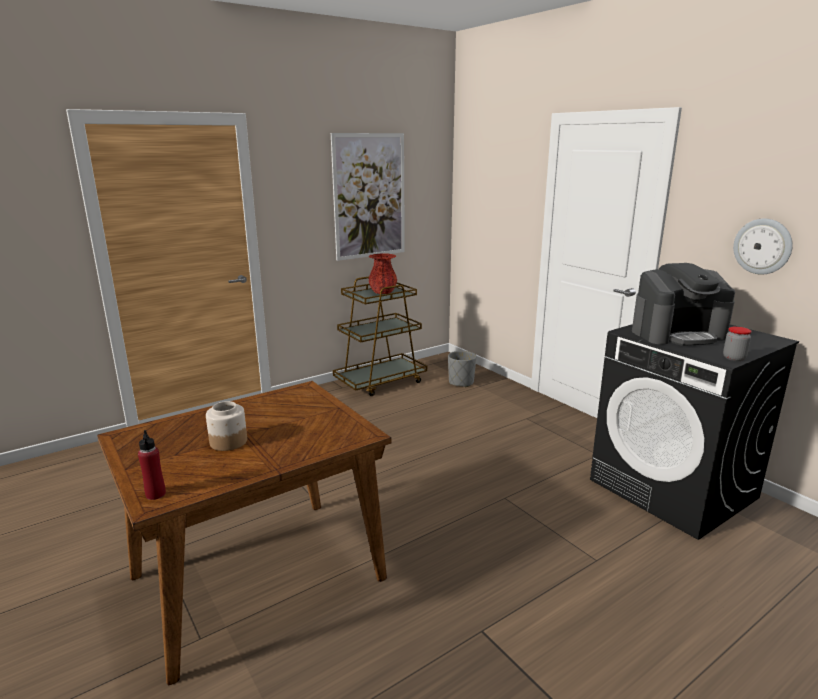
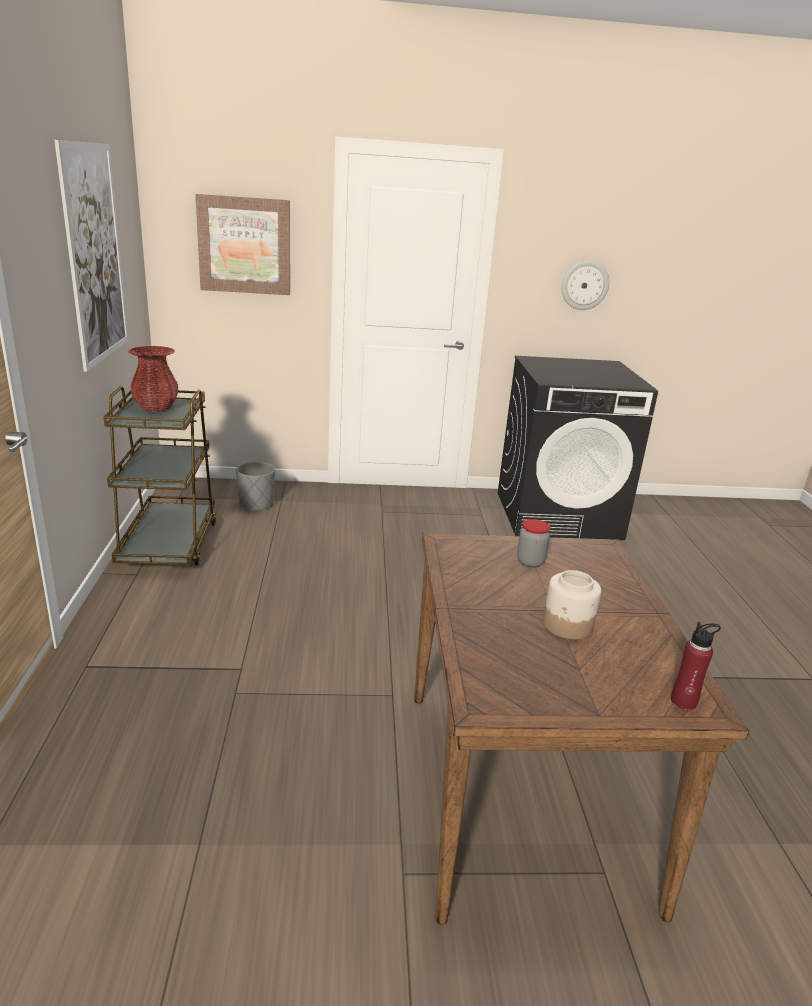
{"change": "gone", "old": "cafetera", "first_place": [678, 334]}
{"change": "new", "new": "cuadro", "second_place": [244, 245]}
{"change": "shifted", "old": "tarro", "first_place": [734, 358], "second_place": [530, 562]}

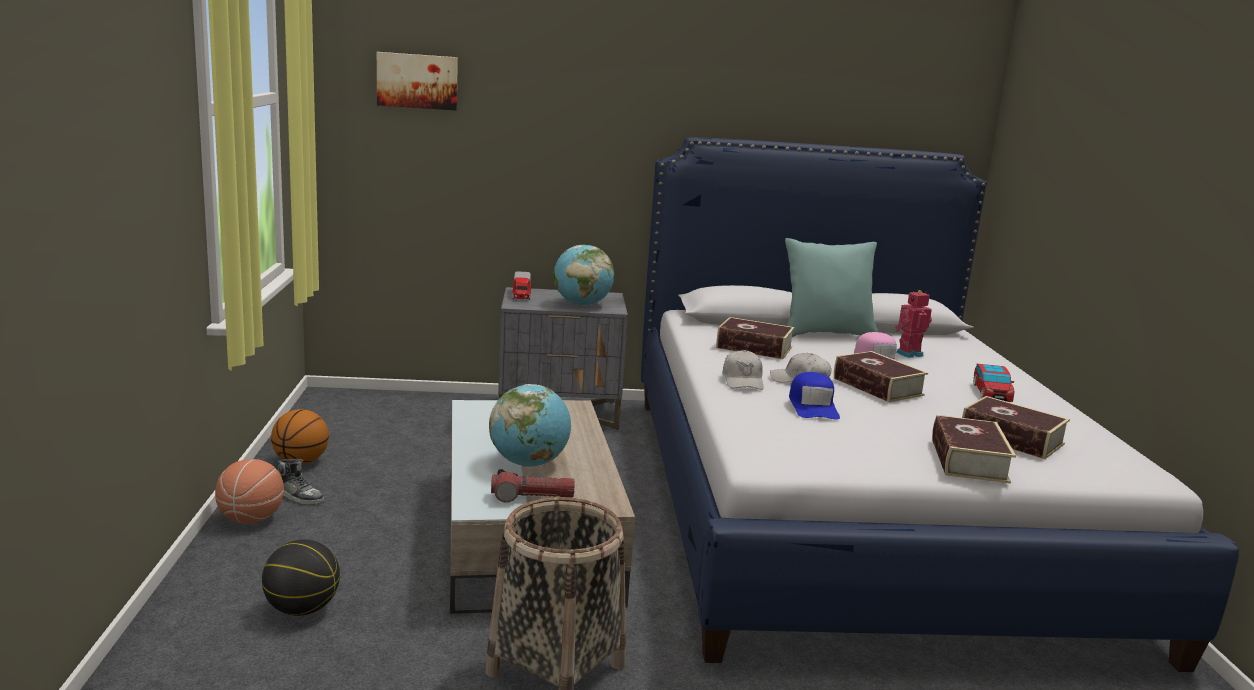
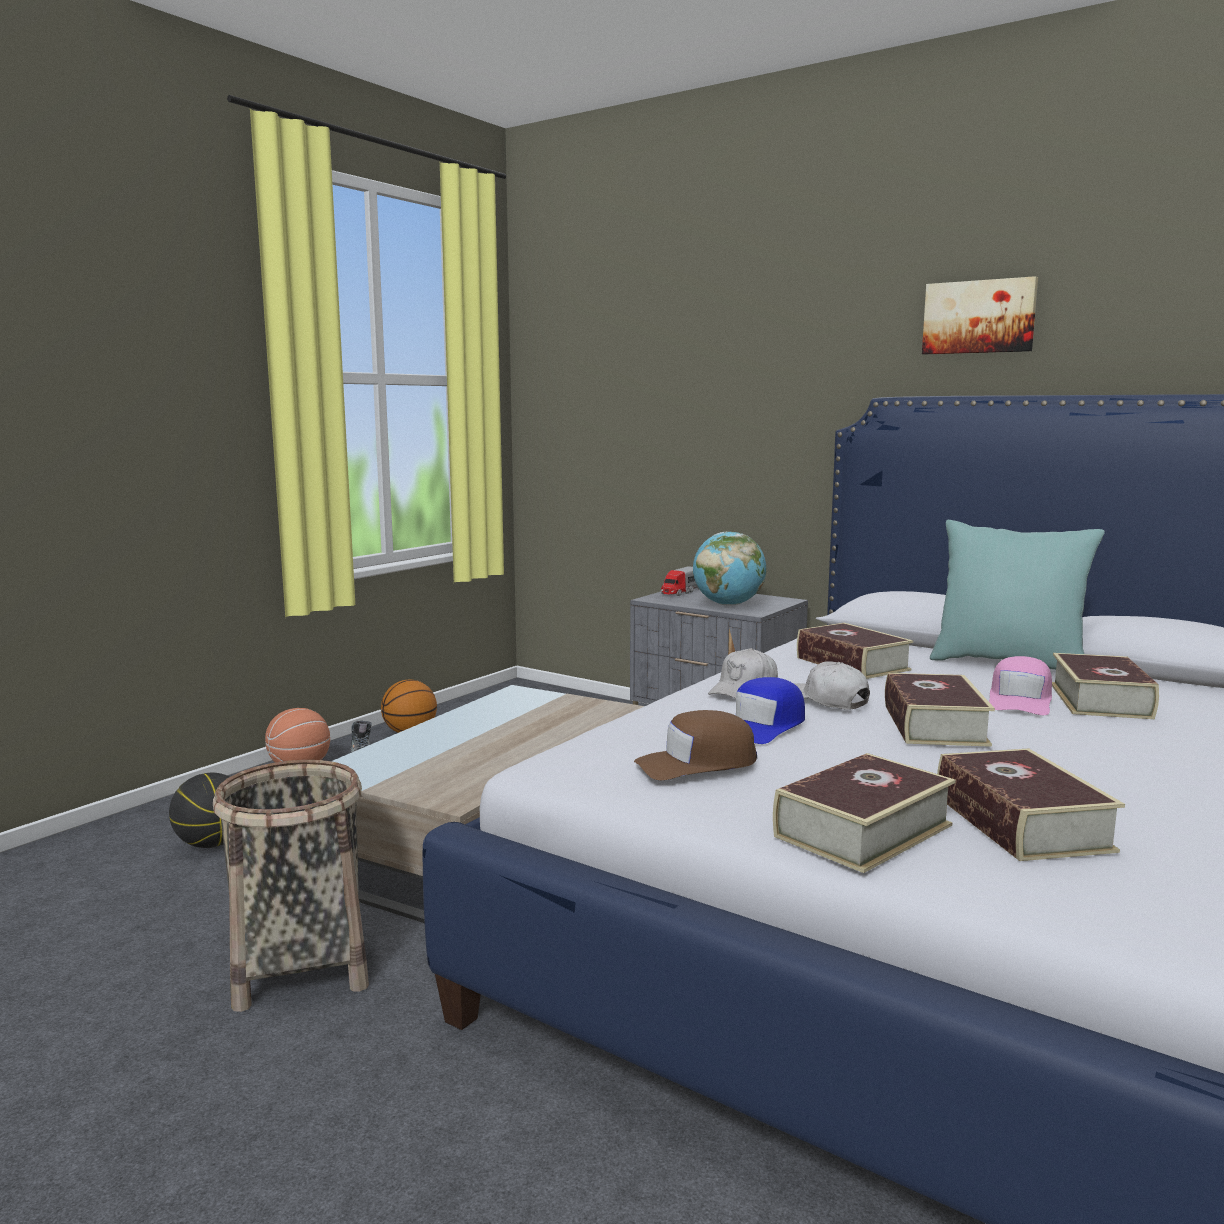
{"change": "gone", "old": "globo terráqueo", "first_place": [529, 463]}
{"change": "gone", "old": "linterna", "first_place": [532, 497]}
{"change": "gone", "old": "coche de juguete", "first_place": [991, 393]}
{"change": "new", "new": "gorra/marrón", "second_place": [696, 763]}
{"change": "shifted", "old": "cuadro", "first_place": [417, 81], "second_place": [979, 317]}
{"change": "swapped", "old": "robot de juguete", "new": "libro", "first_place": [908, 353], "second_place": [1100, 700]}

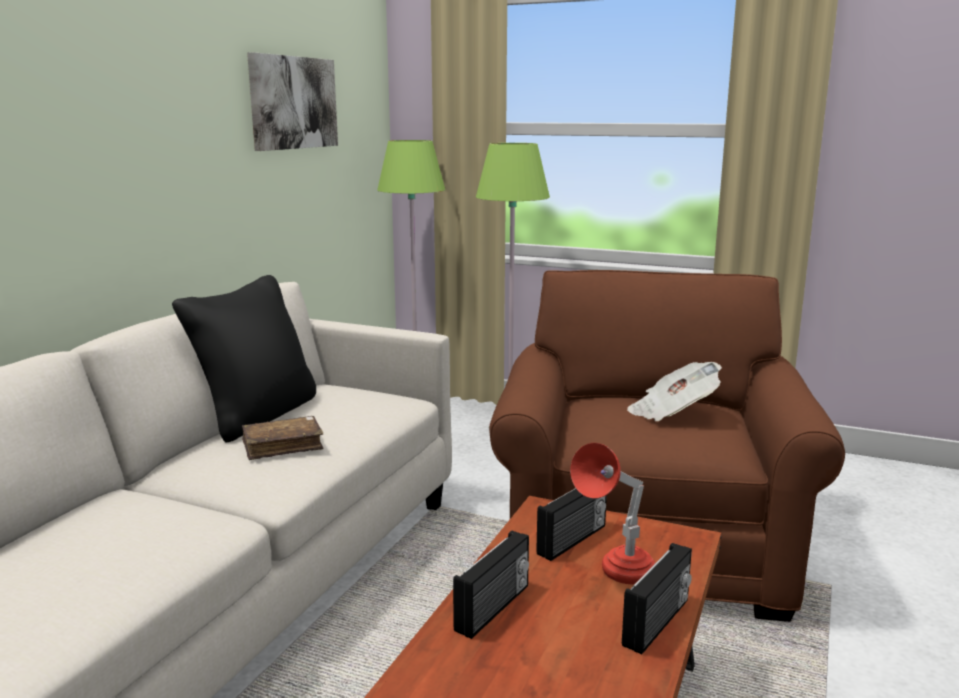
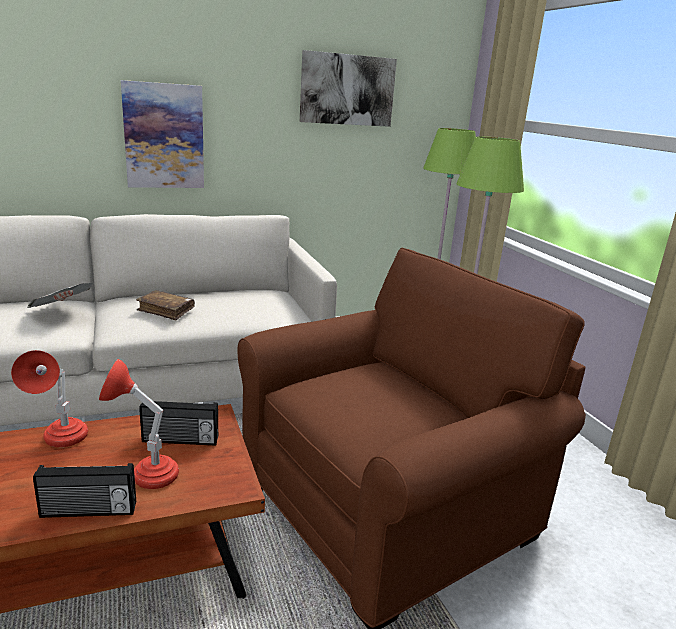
{"change": "gone", "old": "cojín/negro", "first_place": [256, 416]}
{"change": "new", "new": "cuadro", "second_place": [164, 136]}
{"change": "shifted", "old": "periódico", "first_place": [672, 413], "second_place": [61, 311]}
{"change": "swapped", "old": "radio", "new": "lámpara de mesa/rojo", "first_place": [494, 608], "second_place": [61, 443]}

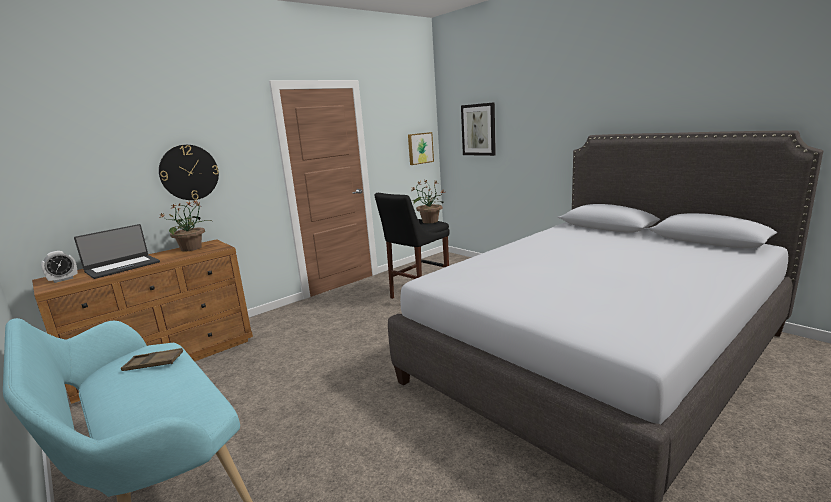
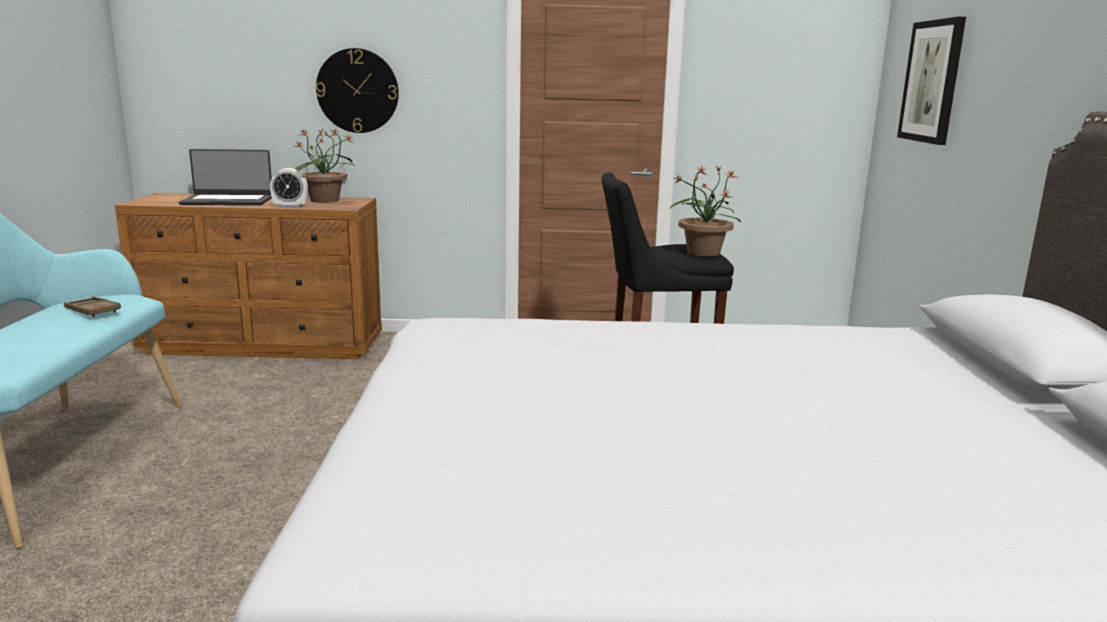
{"change": "gone", "old": "cuadro", "first_place": [420, 148]}
{"change": "shifted", "old": "despertador", "first_place": [63, 279], "second_place": [290, 207]}

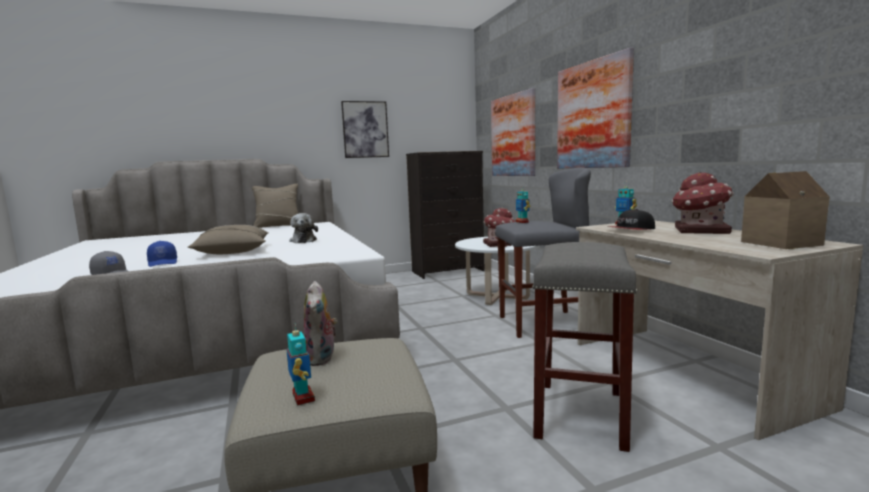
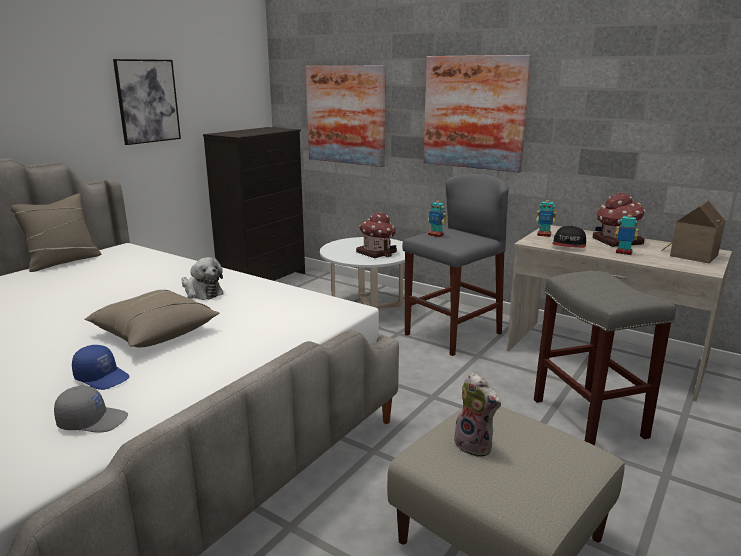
{"change": "shifted", "old": "robot de juguete", "first_place": [302, 398], "second_place": [623, 253]}

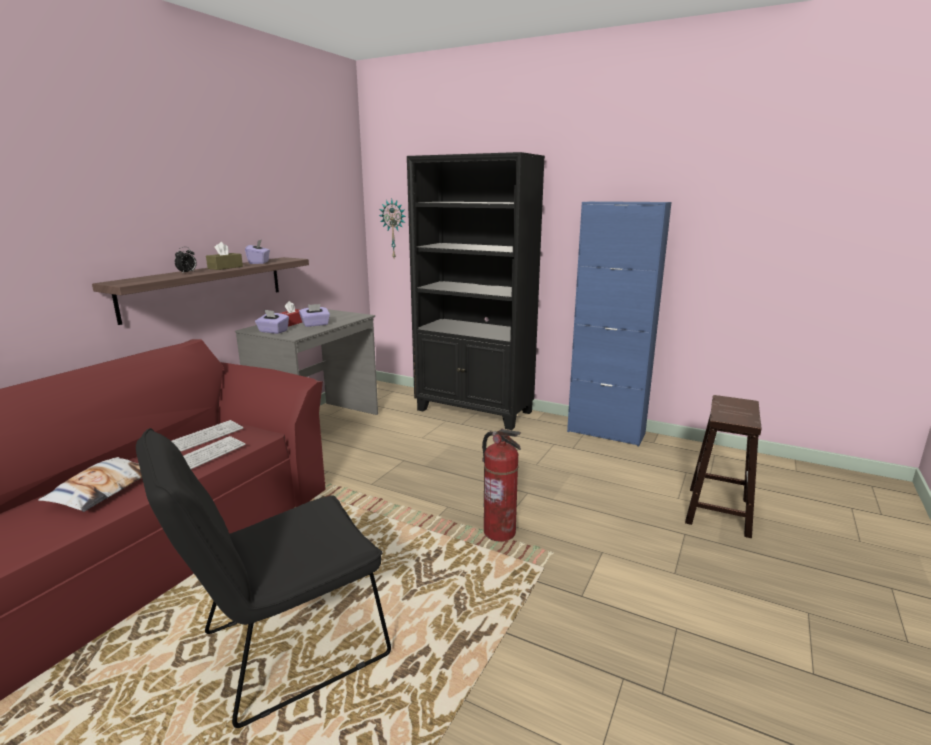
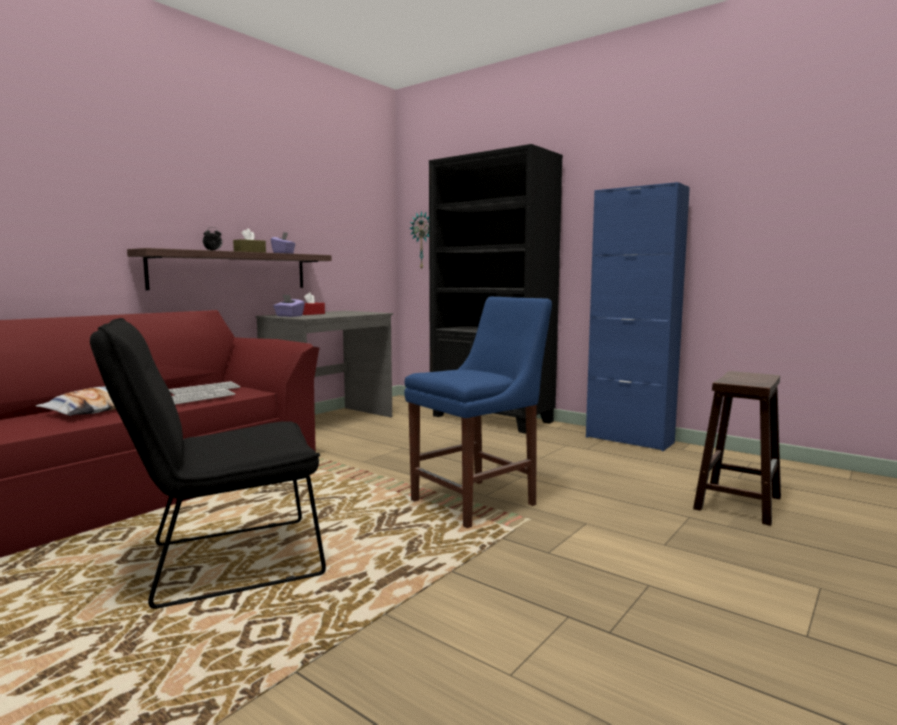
{"change": "gone", "old": "caja de pañuelos/morado", "first_place": [315, 324]}
{"change": "swapped", "old": "extintor", "new": "silla/azul", "first_place": [499, 532], "second_place": [478, 501]}

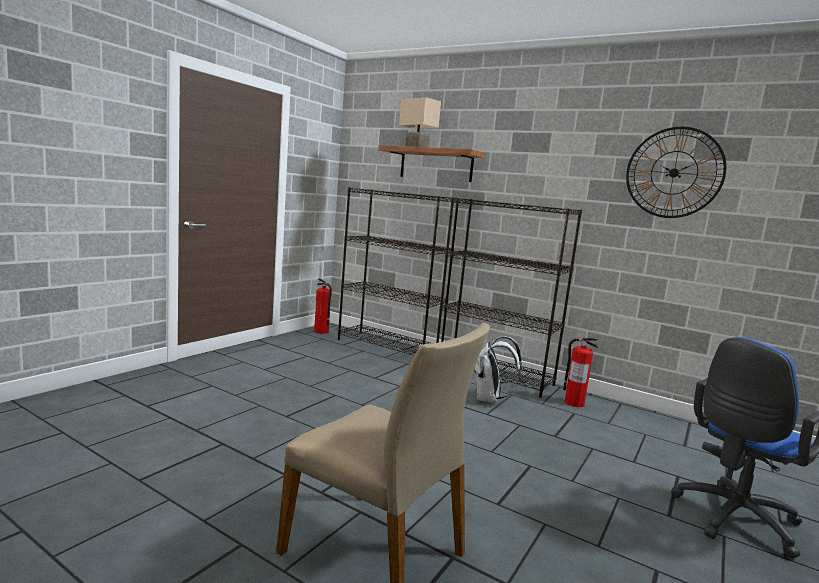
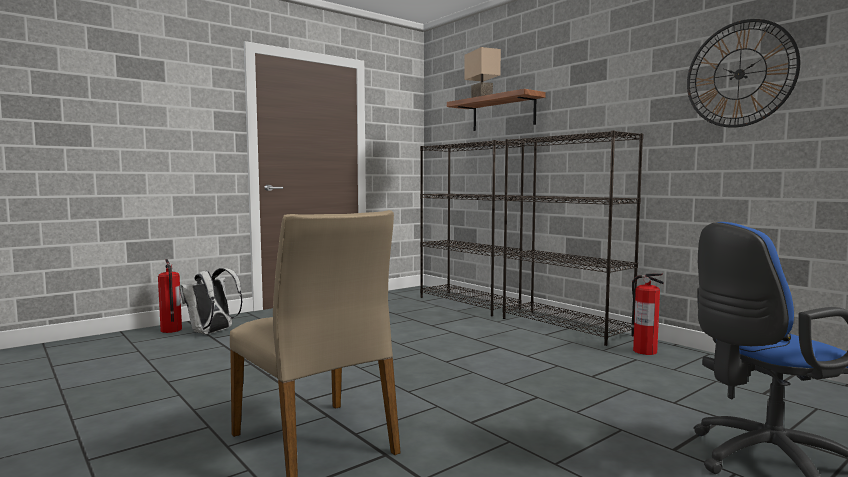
{"change": "shifted", "old": "extintor", "first_place": [321, 331], "second_place": [171, 330]}
{"change": "shifted", "old": "mochila/blanco", "first_place": [489, 399], "second_place": [212, 332]}

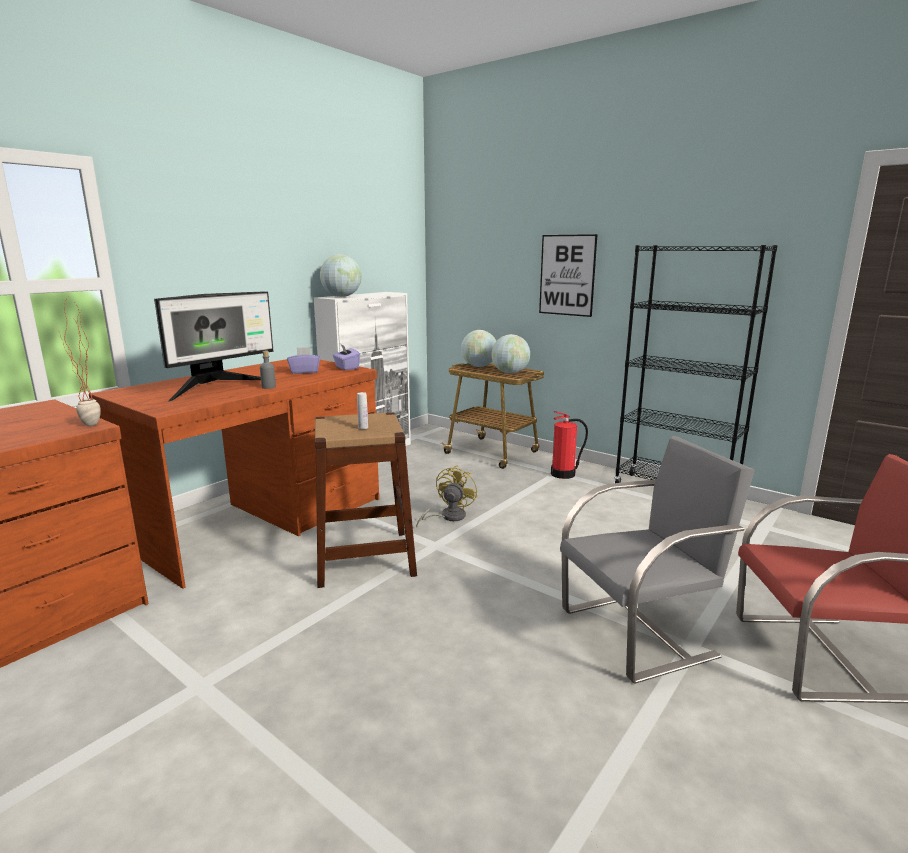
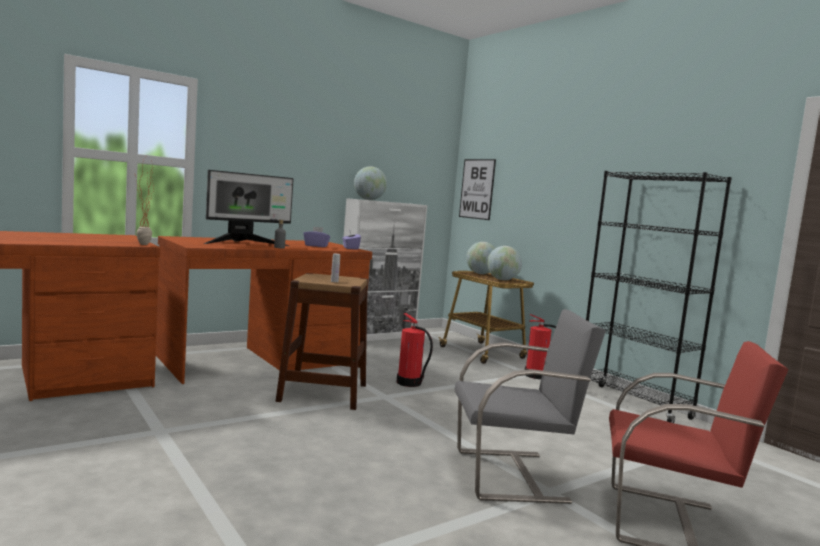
{"change": "shifted", "old": "cuadro", "first_place": [567, 275], "second_place": [477, 189]}
{"change": "swapped", "old": "ventilador/amarillo", "new": "extintor", "first_place": [448, 517], "second_place": [409, 383]}

